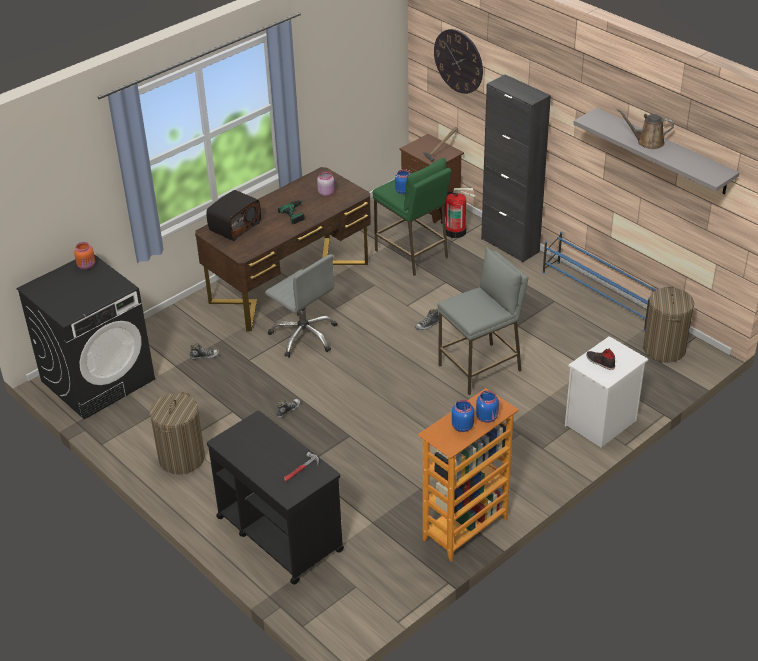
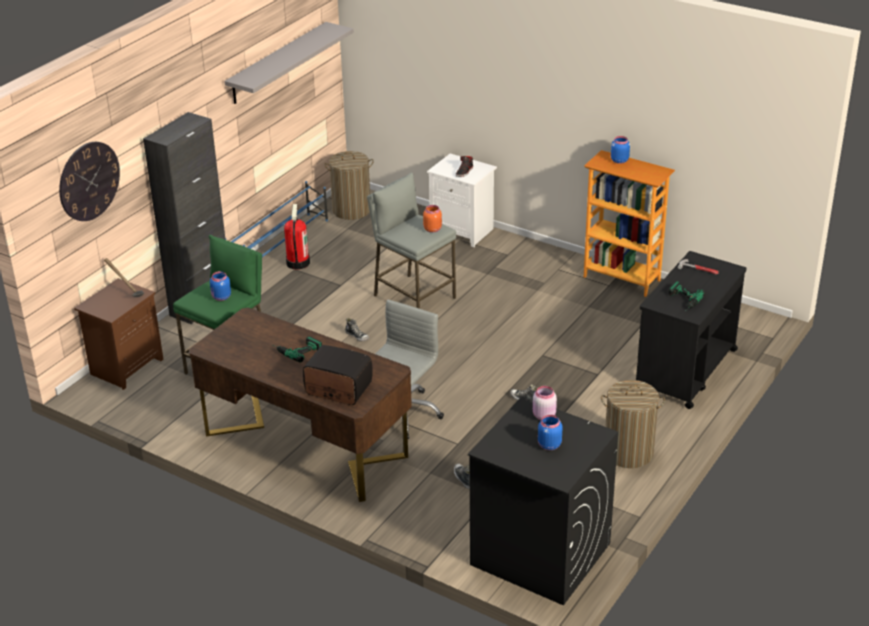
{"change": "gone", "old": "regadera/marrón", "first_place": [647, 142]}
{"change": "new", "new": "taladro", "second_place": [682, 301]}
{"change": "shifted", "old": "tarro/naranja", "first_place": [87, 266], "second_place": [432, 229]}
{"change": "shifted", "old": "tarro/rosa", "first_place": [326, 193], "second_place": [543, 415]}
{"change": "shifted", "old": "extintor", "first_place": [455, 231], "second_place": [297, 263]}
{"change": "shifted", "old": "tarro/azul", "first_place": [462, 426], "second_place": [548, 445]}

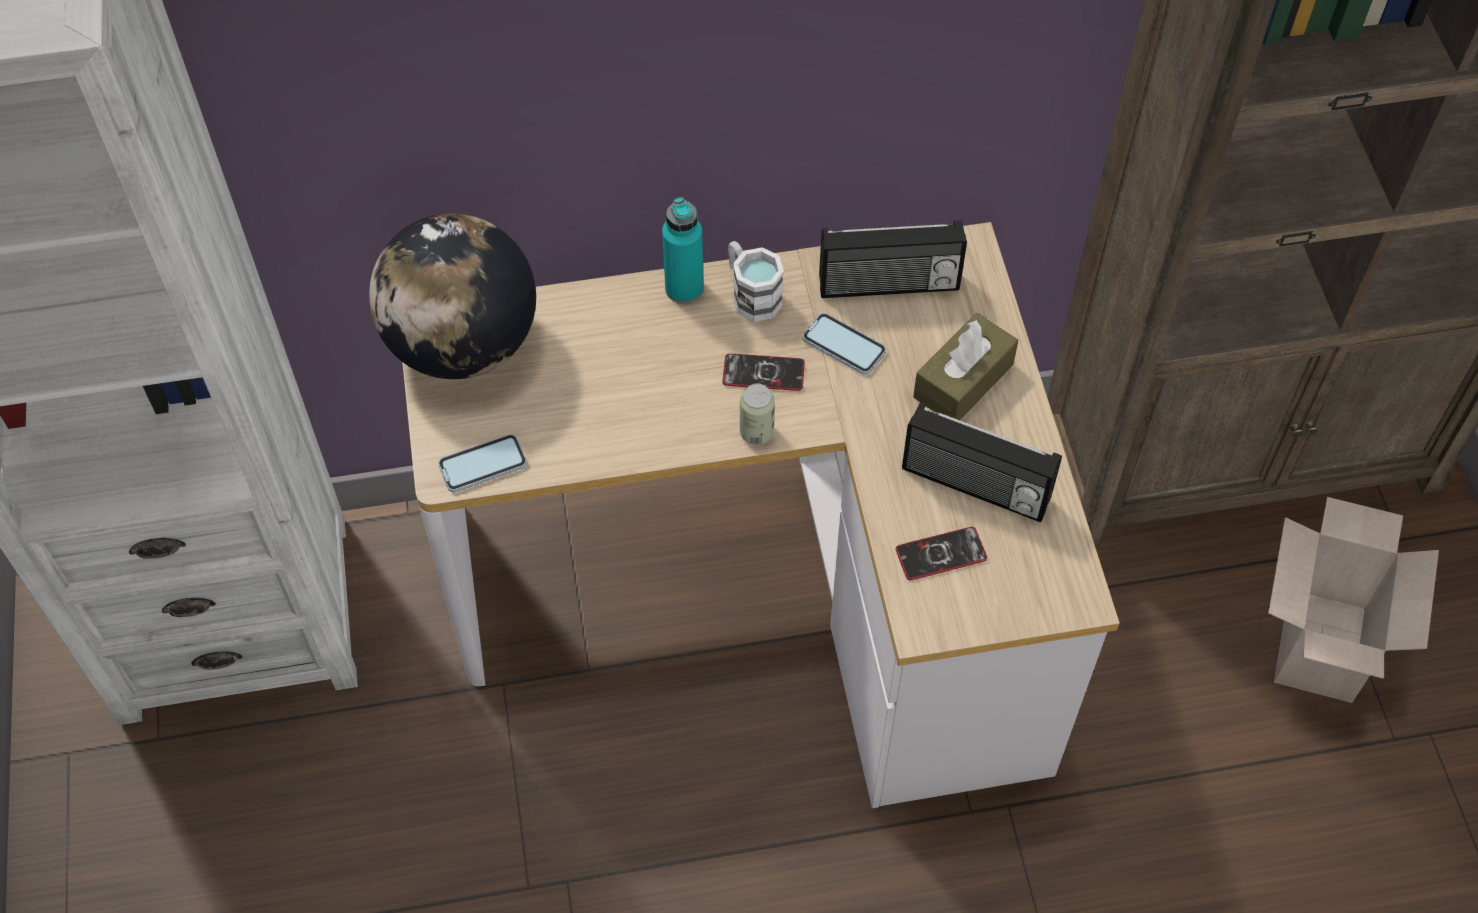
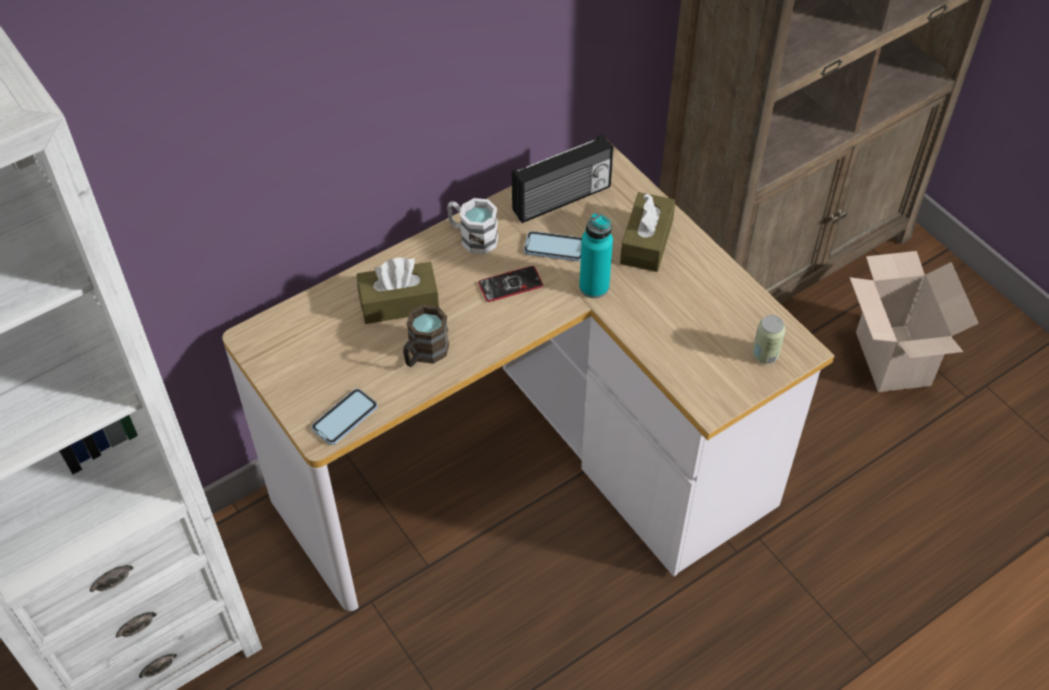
{"change": "gone", "old": "globo terráqueo", "first_place": [463, 345]}
{"change": "gone", "old": "móvil", "first_place": [941, 554]}
{"change": "gone", "old": "radio", "first_place": [974, 487]}
{"change": "new", "new": "caja de pañuelos/marrón", "second_place": [399, 303]}
{"change": "new", "new": "taza grande/marrón", "second_place": [424, 354]}
{"change": "shifted", "old": "botella/turquesa", "first_place": [684, 288], "second_place": [594, 287]}
{"change": "shifted", "old": "lata", "first_place": [756, 432], "second_place": [765, 355]}

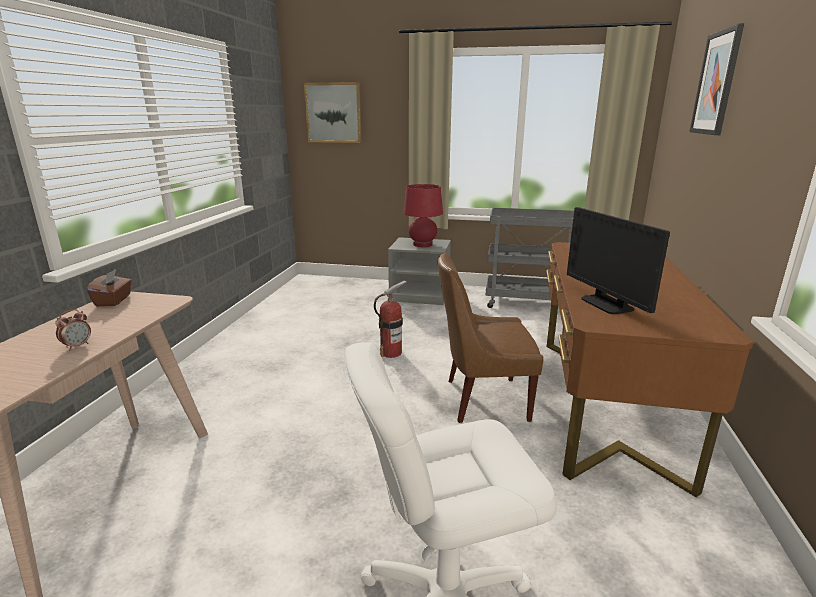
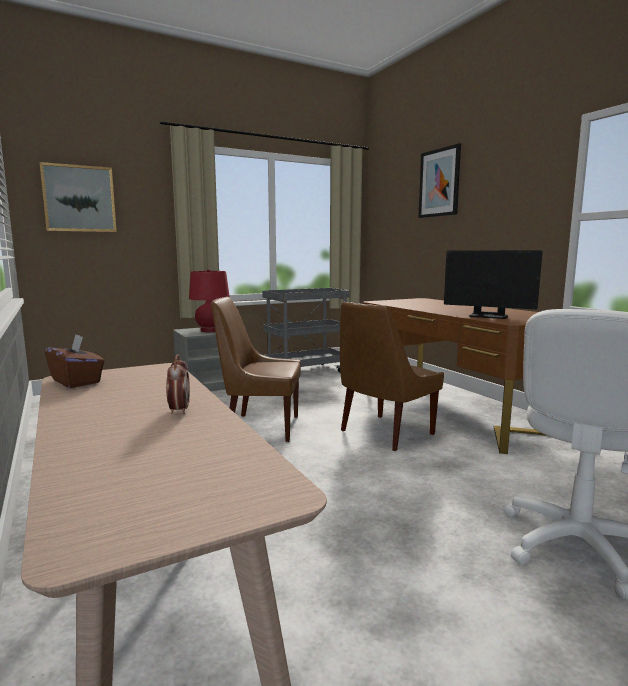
{"change": "swapped", "old": "extintor", "new": "silla/marrón", "first_place": [391, 353], "second_place": [260, 427]}

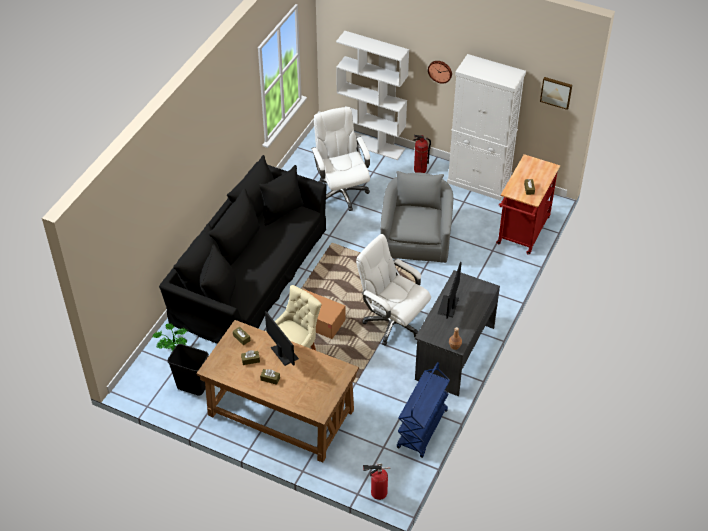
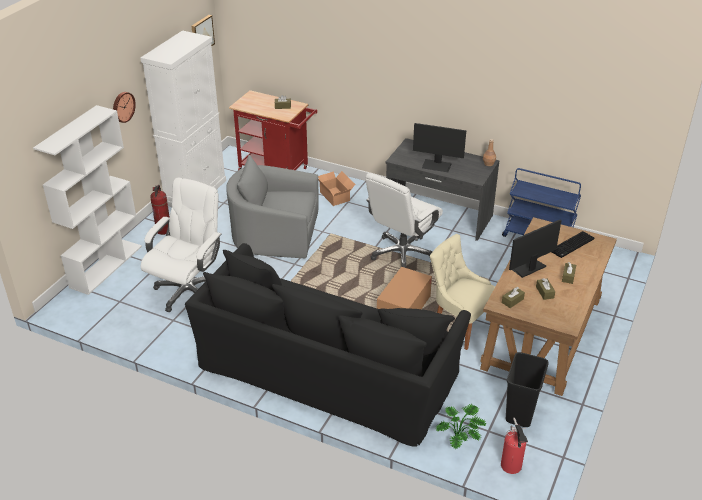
{"change": "new", "new": "caja de cartón", "second_place": [335, 195]}
{"change": "new", "new": "teclado", "second_place": [572, 245]}
{"change": "shifted", "old": "extintor", "first_place": [377, 492], "second_place": [511, 467]}
{"change": "rotated", "old": "silla de oficina/blanco", "first_place": [341, 192], "second_place": [188, 290], "degrees": 135}

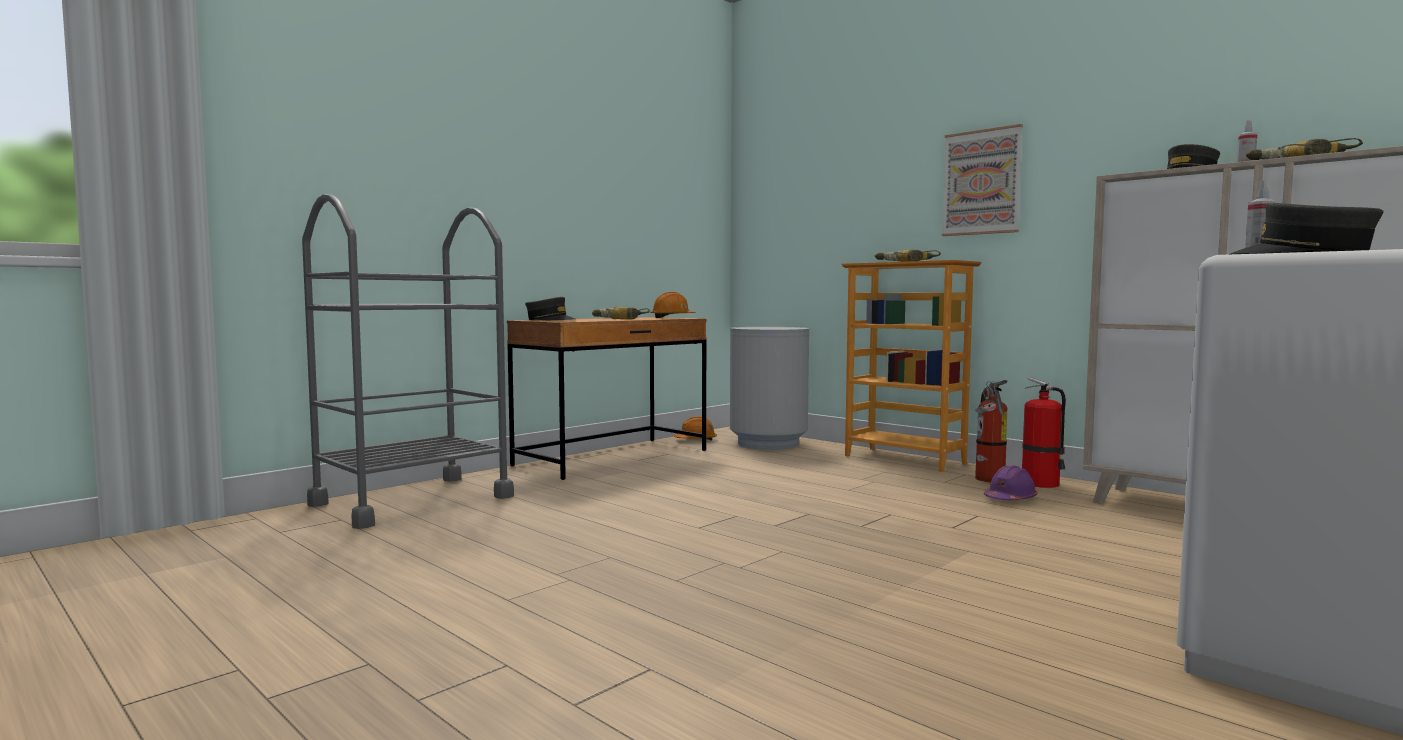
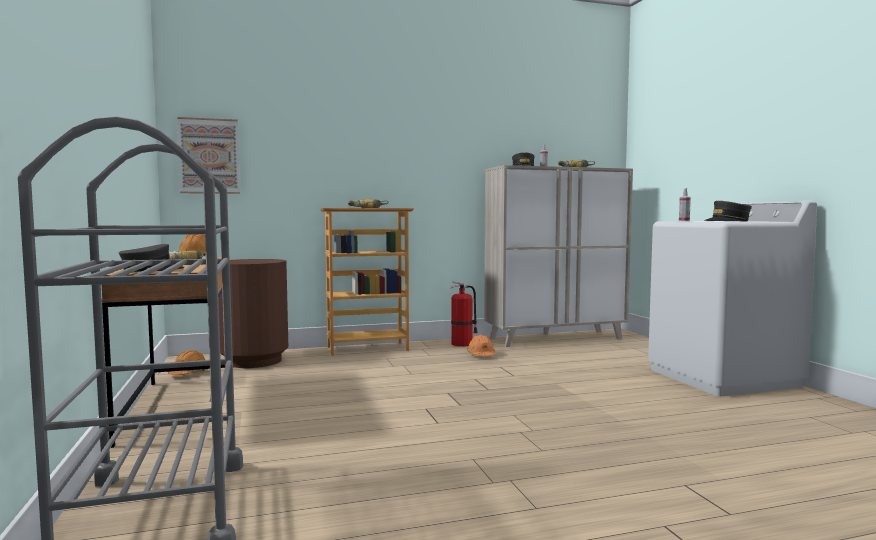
{"change": "gone", "old": "extintor", "first_place": [989, 480]}
{"change": "shifted", "old": "cuadro", "first_place": [981, 182], "second_place": [209, 156]}
{"change": "repainted", "old": "papelera/gris", "new": "papelera/marrón", "first_place": [768, 443], "second_place": [254, 361]}
{"change": "repainted", "old": "casco/morado", "new": "casco/naranja", "first_place": [1010, 499], "second_place": [481, 355]}

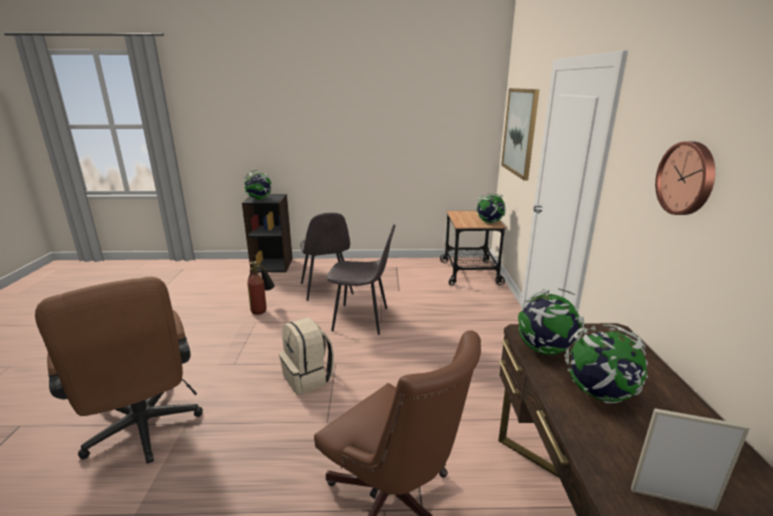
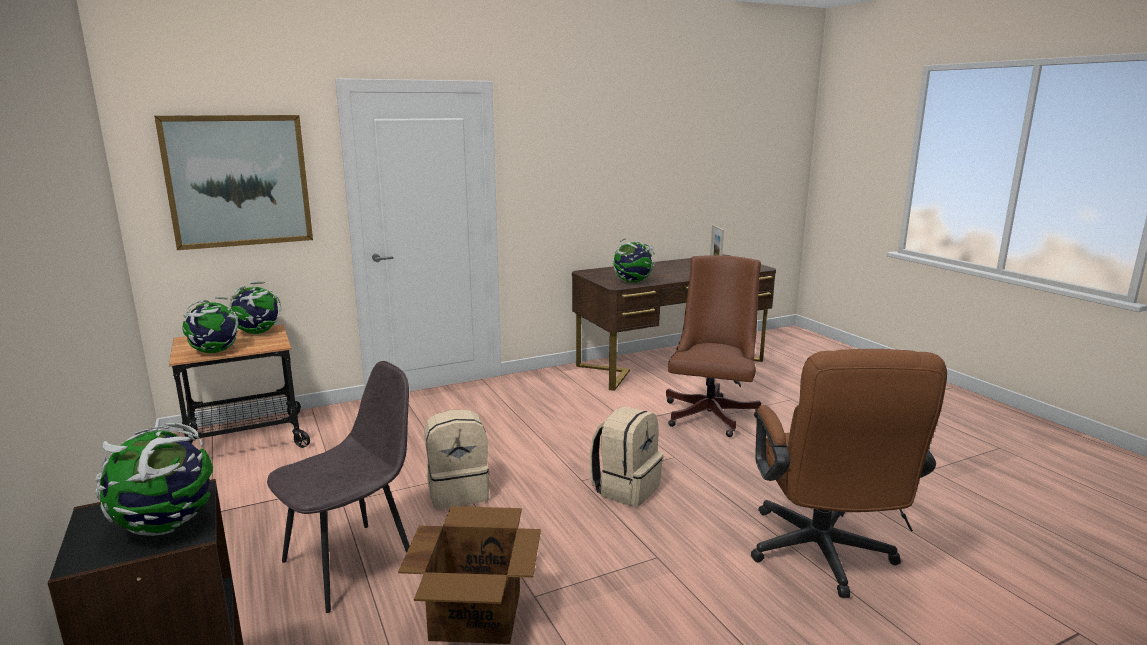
{"change": "gone", "old": "reloj de pared", "first_place": [687, 178]}
{"change": "shifted", "old": "globo terráqueo", "first_place": [598, 393], "second_place": [215, 352]}
{"change": "swapped", "old": "extintor", "new": "caja de cartón", "first_place": [263, 309], "second_place": [477, 613]}
{"change": "swapped", "old": "silla/gris", "new": "mochila/beis", "first_place": [362, 319], "second_place": [458, 492]}
{"change": "rotated", "old": "silla de oficina/marrón", "first_place": [144, 432], "second_place": [822, 558], "degrees": 150}

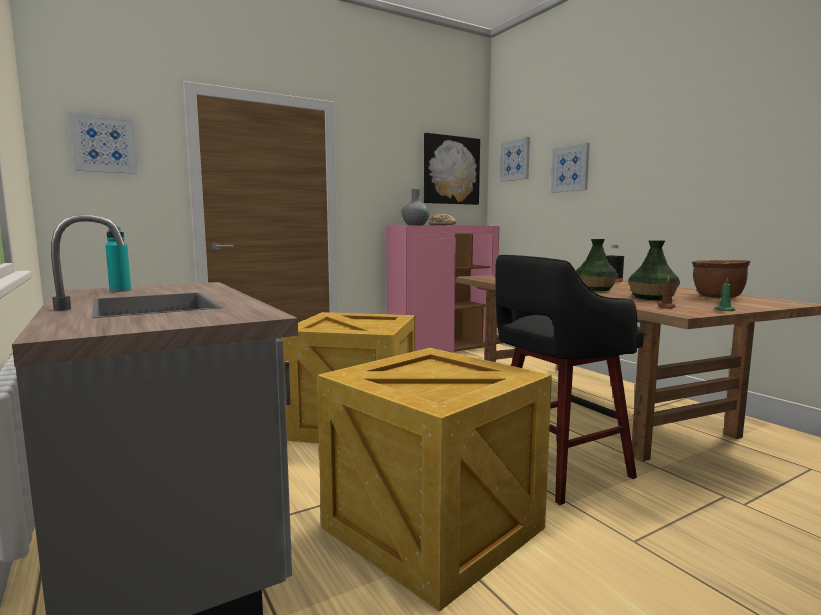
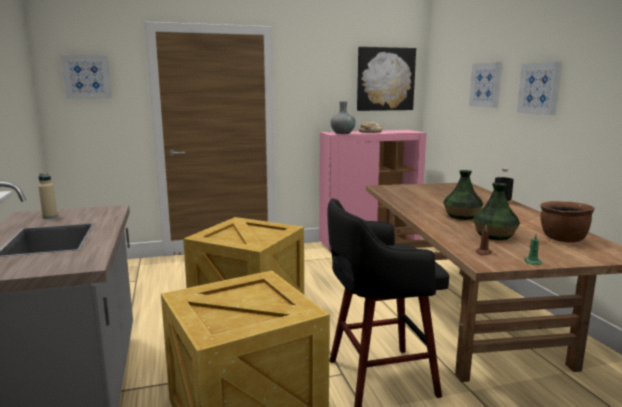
{"change": "shifted", "old": "cuadro", "first_place": [515, 160], "second_place": [539, 88]}
{"change": "repainted", "old": "botella/turquesa", "new": "botella/beis", "first_place": [120, 290], "second_place": [50, 216]}

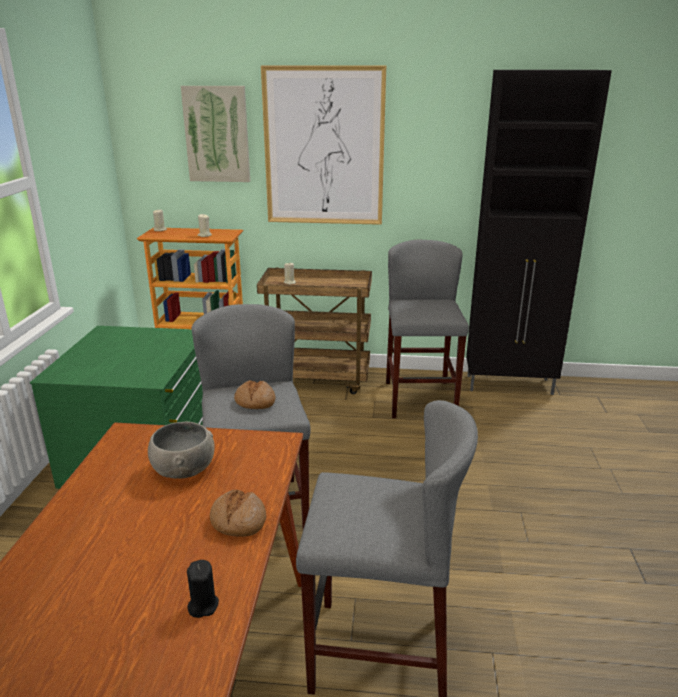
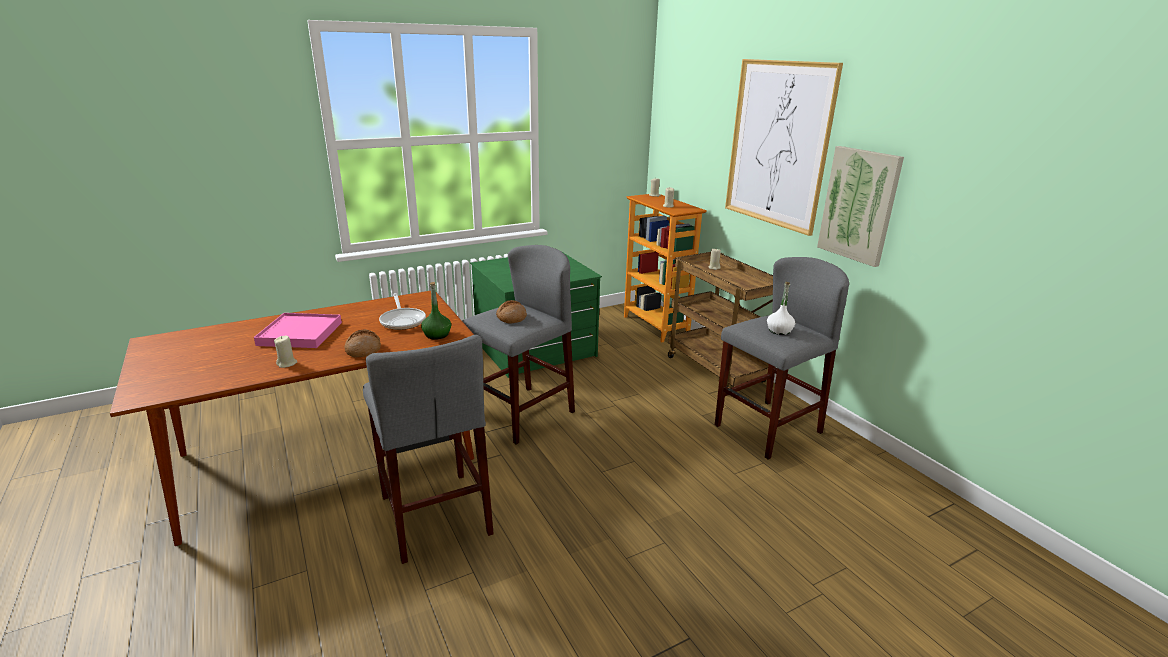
{"change": "gone", "old": "armario/negro", "first_place": [510, 385]}
{"change": "new", "new": "bandeja/rosa", "second_place": [300, 334]}
{"change": "new", "new": "botella/verde", "second_place": [437, 335]}
{"change": "new", "new": "botella/blanco", "second_place": [779, 330]}
{"change": "shifted", "old": "cuadro", "first_place": [217, 134], "second_place": [859, 205]}
{"change": "swapped", "old": "cuenco/gris", "new": "sartén", "first_place": [183, 468], "second_place": [403, 320]}
{"change": "repainted", "old": "vela/negro", "new": "vela/beis", "first_place": [203, 605], "second_place": [287, 363]}

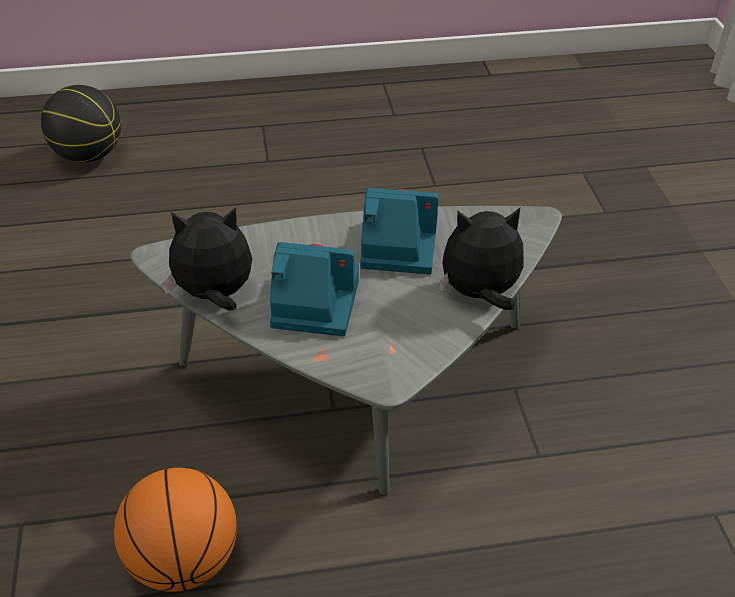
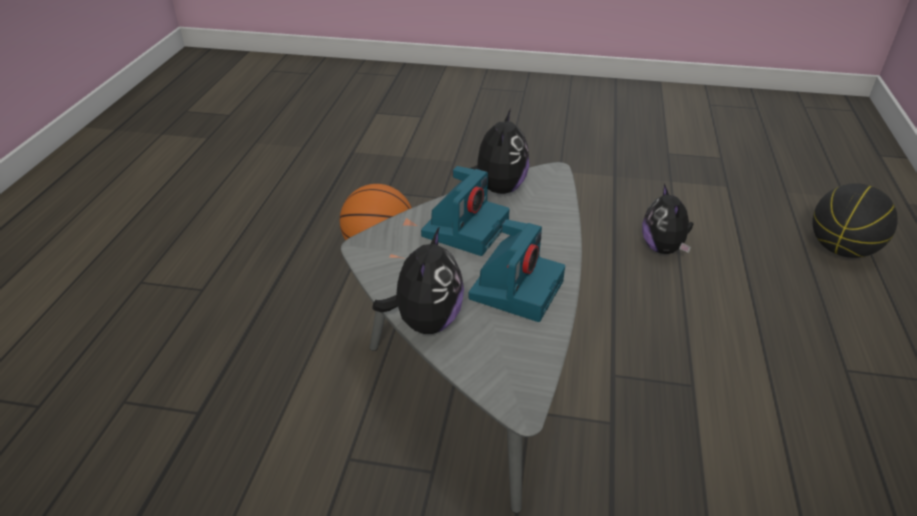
{"change": "new", "new": "peluche", "second_place": [663, 248]}

